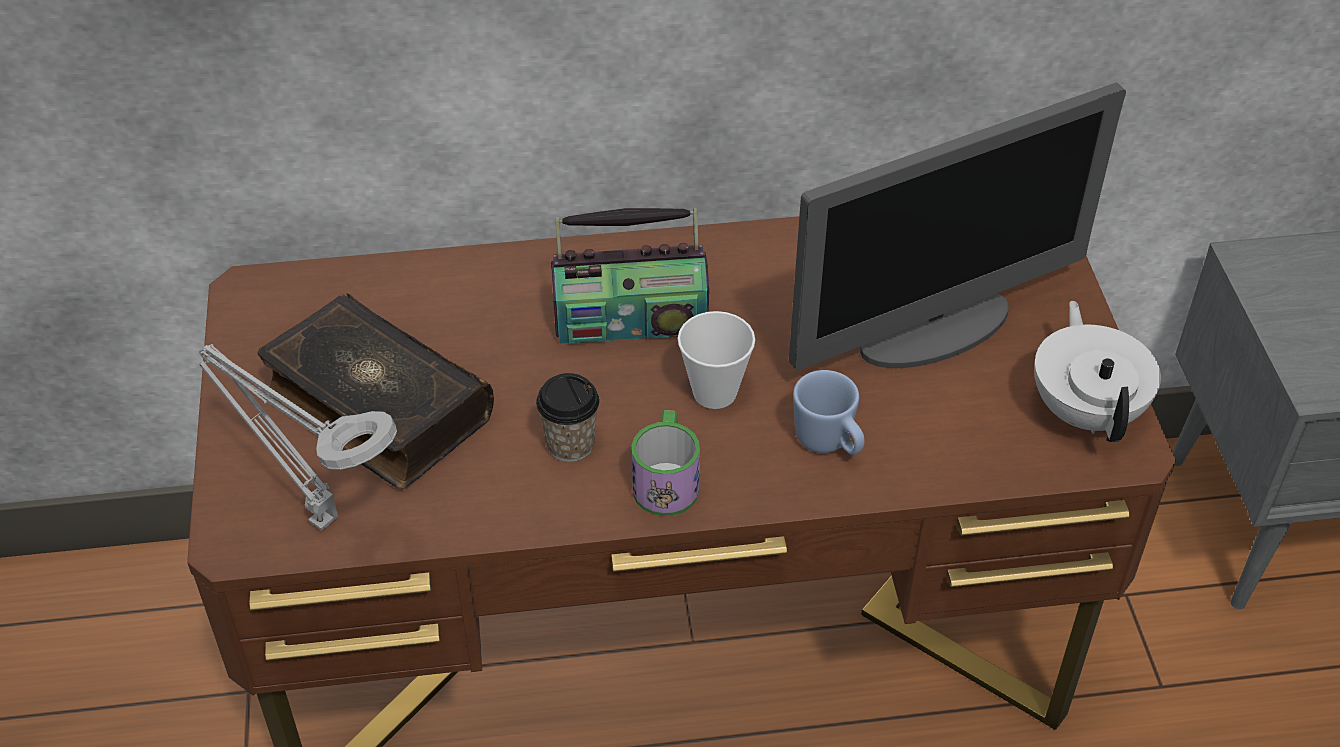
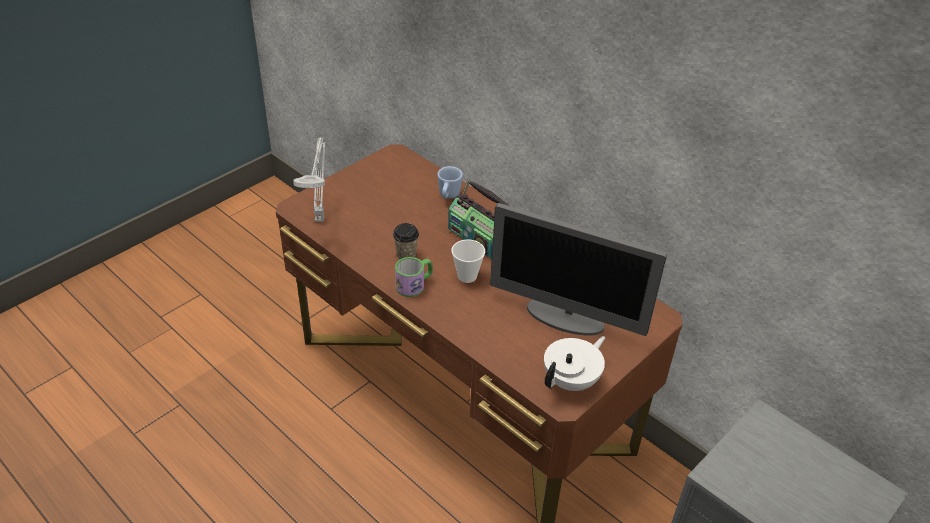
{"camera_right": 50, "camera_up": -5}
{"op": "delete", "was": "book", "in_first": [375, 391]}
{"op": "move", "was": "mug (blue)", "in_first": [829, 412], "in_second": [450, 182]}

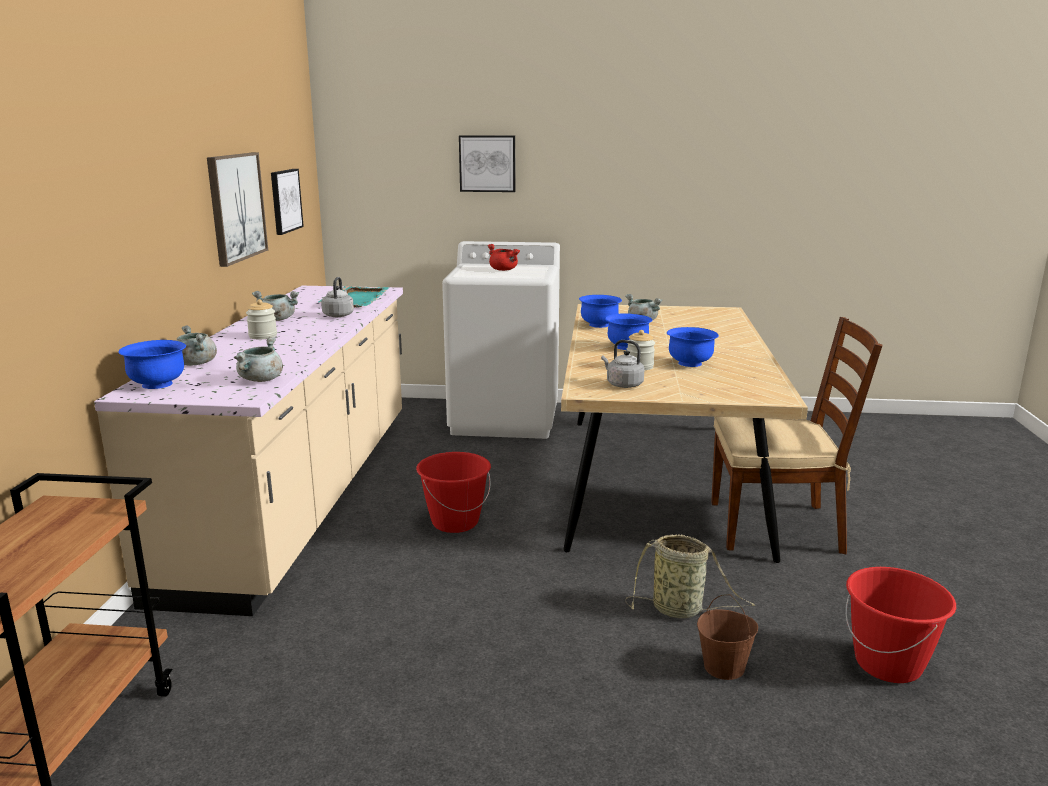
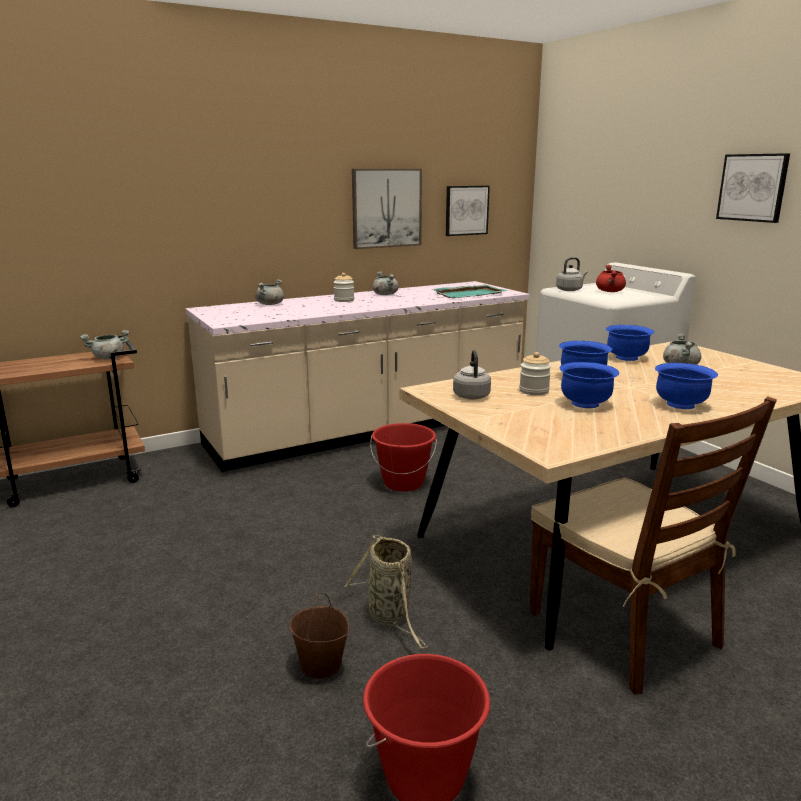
{"camera_right": 55, "camera_up": 0}
{"op": "move", "was": "bowl (blue)", "in_first": [152, 364], "in_second": [686, 386]}
{"op": "move", "was": "cooking pot (grey)", "in_first": [258, 359], "in_second": [104, 344]}
{"op": "move", "was": "kettle (grey)", "in_first": [337, 297], "in_second": [572, 274]}
{"op": "move", "was": "picture", "in_first": [487, 163], "in_second": [753, 188]}

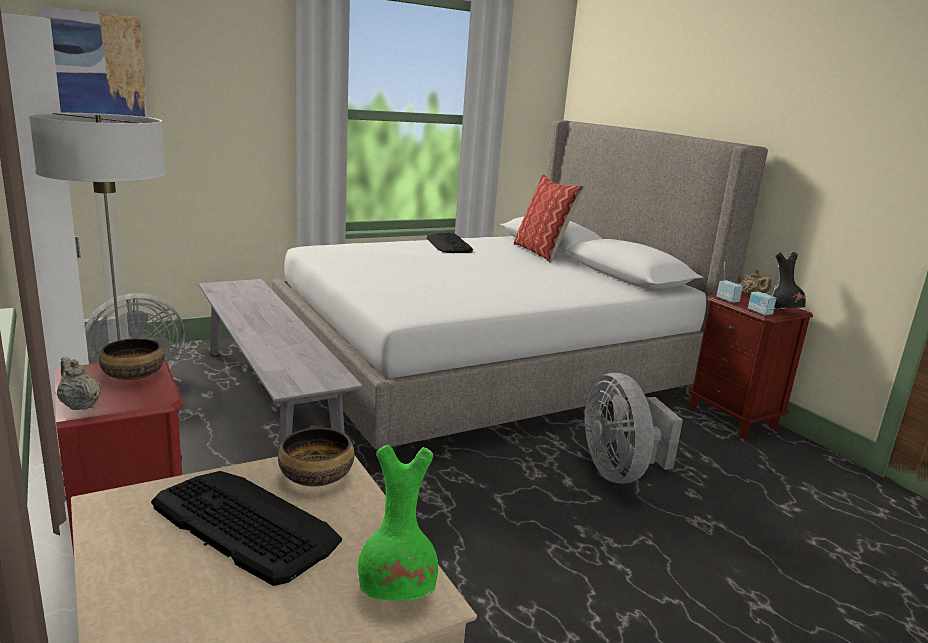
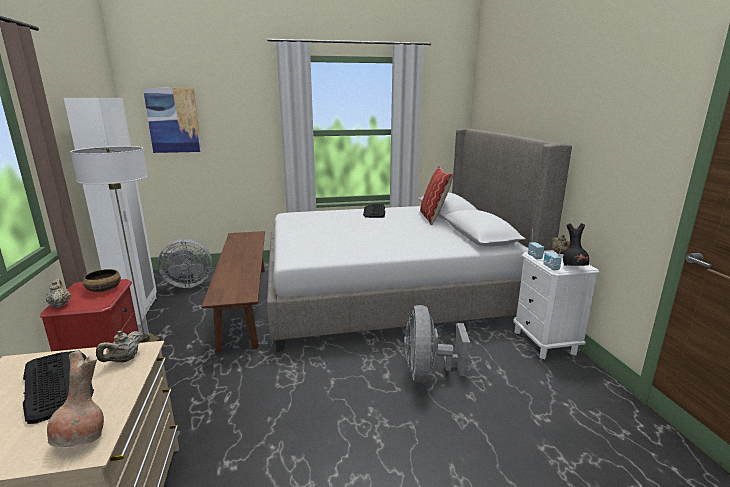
{"camera_right": 20, "camera_up": 0}
{"op": "replace", "was": "bowl", "now": "teapot (beige)", "in_first": [316, 457], "in_second": [120, 347]}
{"op": "recolor", "was": "bench (grey)", "now": "bench (brown)", "in_first": [280, 366], "in_second": [233, 292]}
{"op": "recolor", "was": "vase (green)", "now": "vase (brown)", "in_first": [398, 522], "in_second": [75, 399]}
{"op": "recolor", "was": "nightstand (brown)", "now": "nightstand (white)", "in_first": [750, 364], "in_second": [556, 304]}

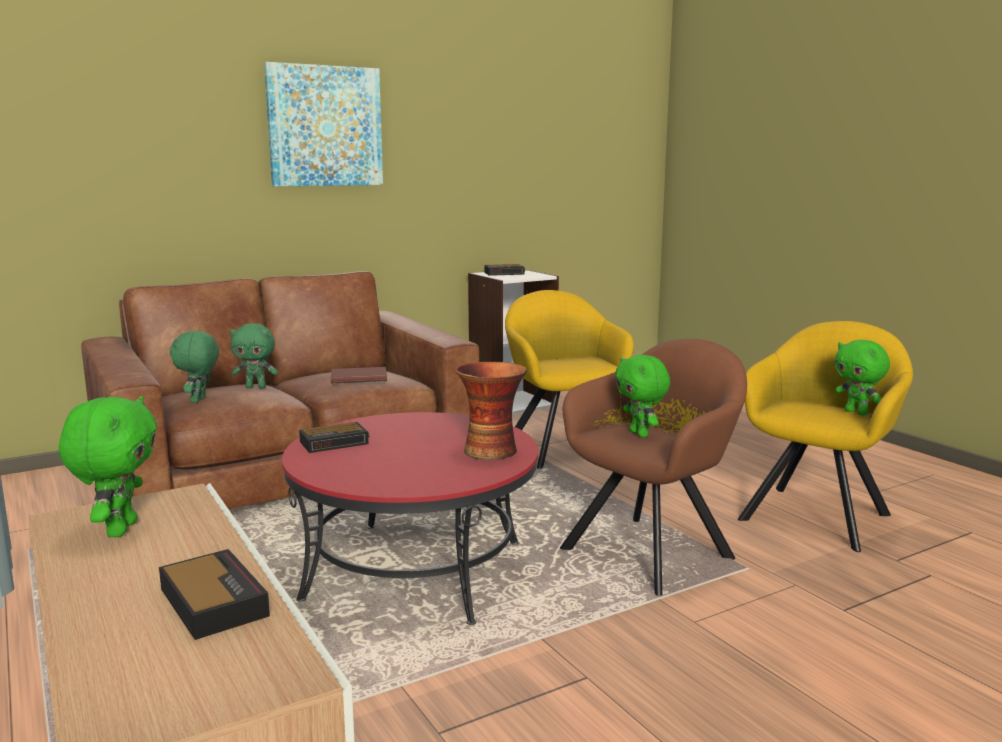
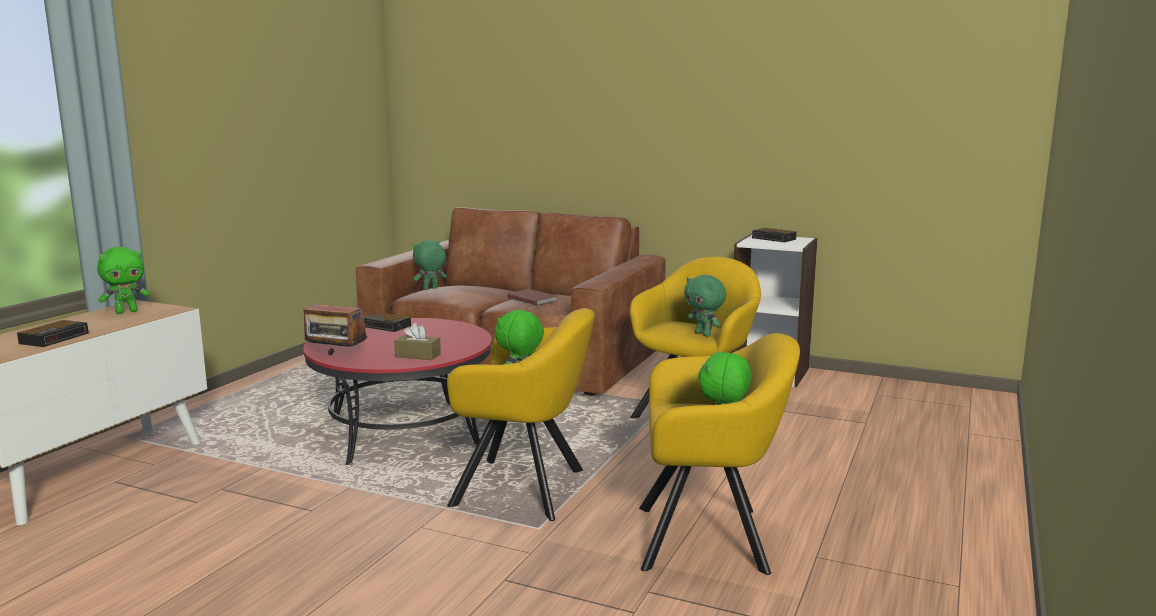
{"camera_right": 55, "camera_up": 0}
{"op": "delete", "was": "picture", "in_first": [323, 124]}
{"op": "insert", "now": "radio", "in_second": [335, 324]}
{"op": "move", "was": "plush toy (green)", "in_first": [254, 355], "in_second": [705, 306]}
{"op": "replace", "was": "vase", "now": "tissue box (brown)", "in_first": [491, 411], "in_second": [417, 341]}
{"op": "recolor", "was": "armchair (brown)", "now": "armchair (yellow)", "in_first": [653, 467], "in_second": [521, 414]}

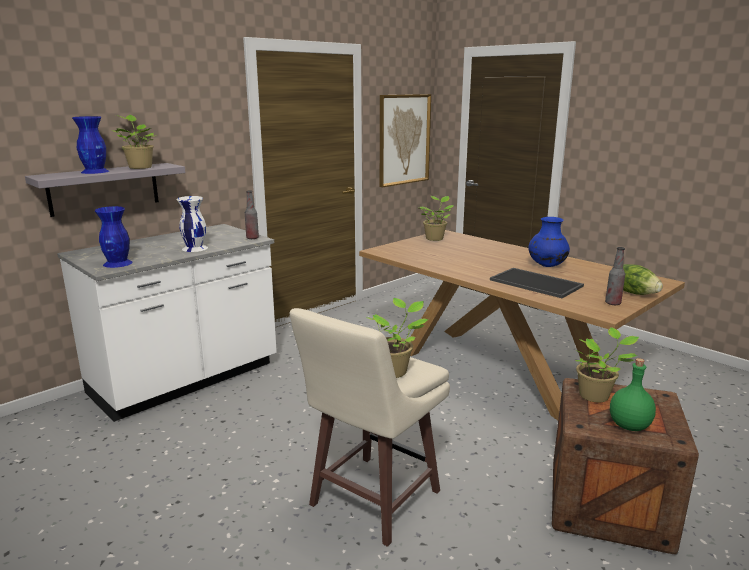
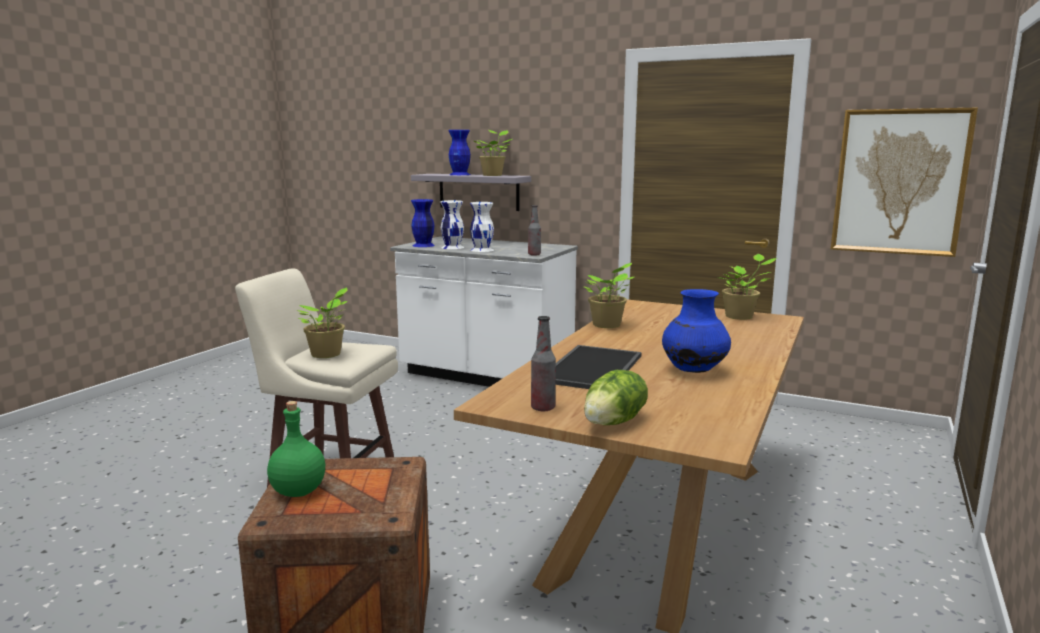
{"camera_right": 70, "camera_up": -5}
{"op": "insert", "now": "vase (white)", "in_second": [452, 224]}
{"op": "move", "was": "potted plant", "in_first": [607, 365], "in_second": [609, 295]}

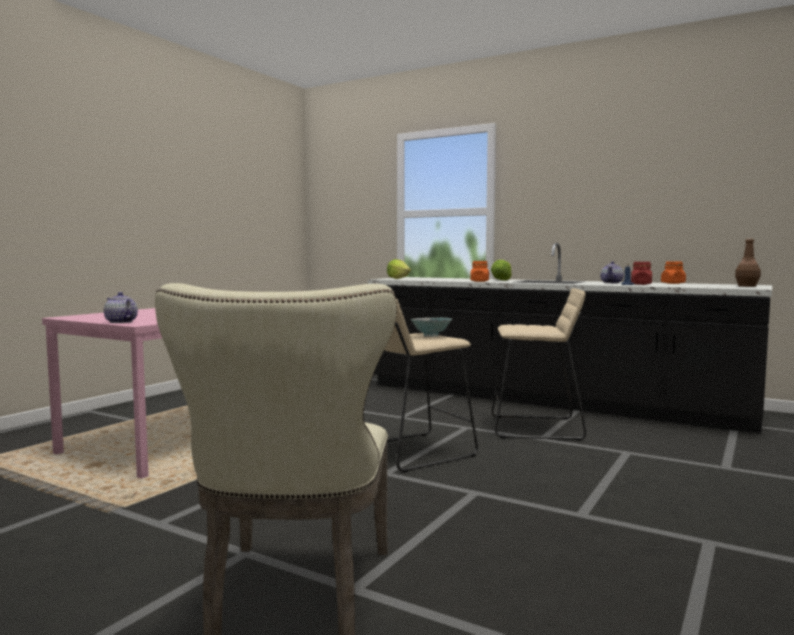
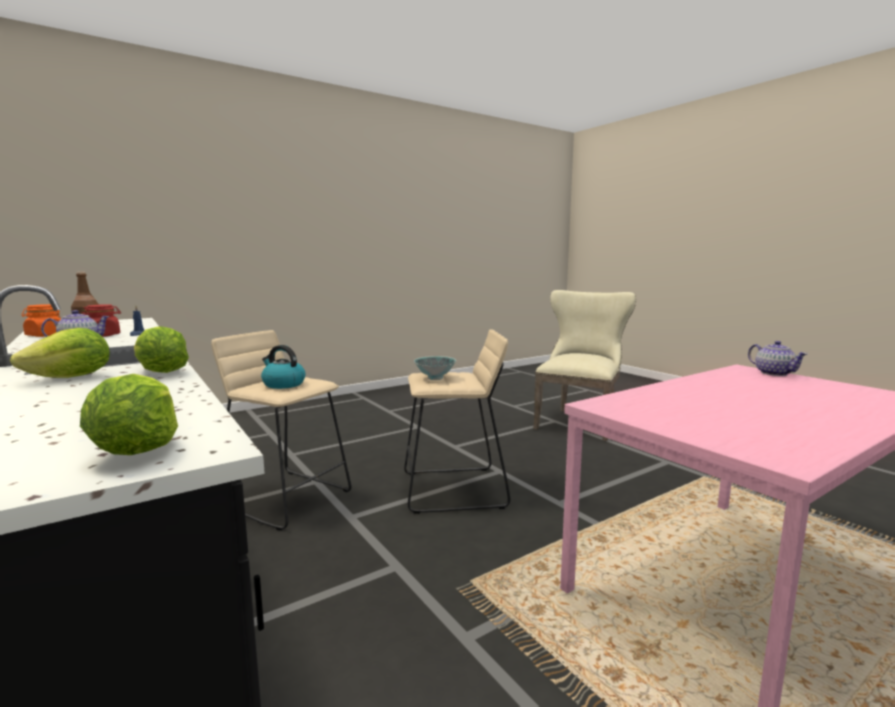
{"camera_right": -155, "camera_up": 5}
{"op": "insert", "now": "kettle", "in_second": [283, 367]}
{"op": "replace", "was": "jar (orange)", "now": "lettuce", "in_first": [479, 271], "in_second": [161, 349]}

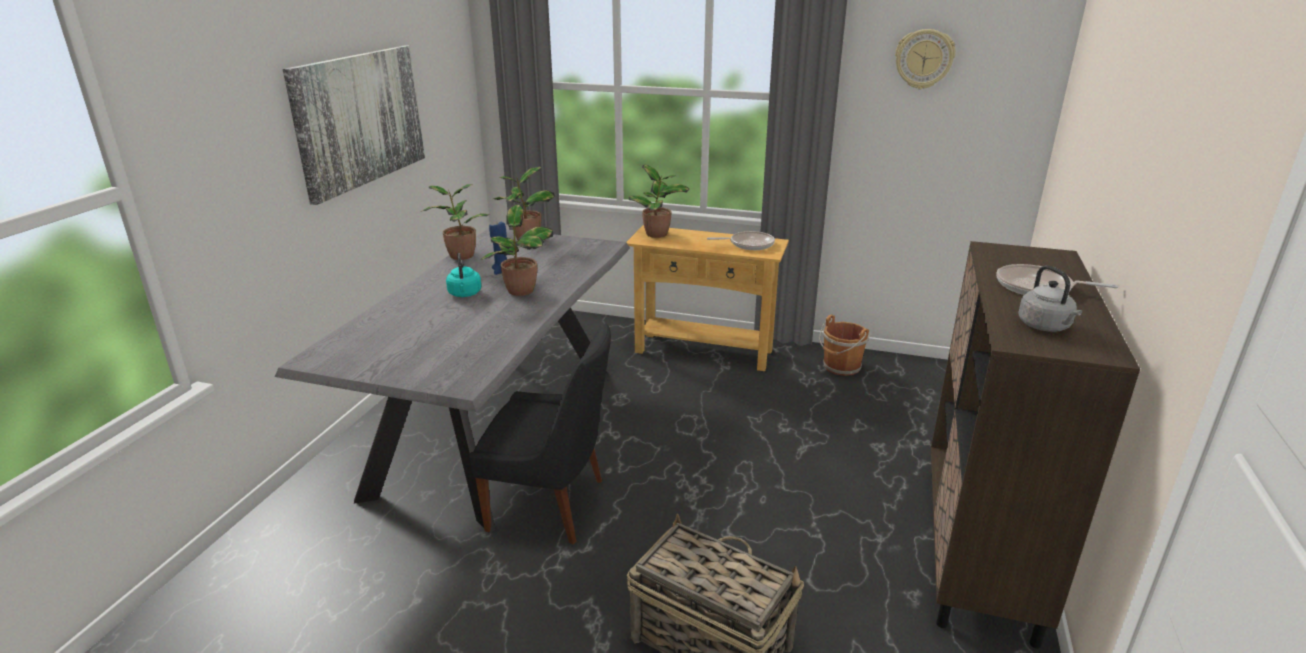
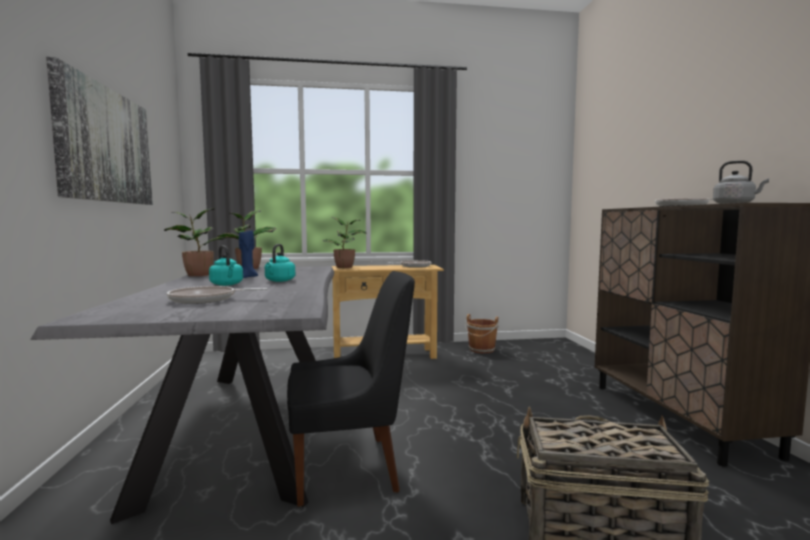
{"camera_right": -25, "camera_up": -20}
{"op": "delete", "was": "wall clock", "in_first": [925, 59]}
{"op": "insert", "now": "frying pan", "in_second": [217, 295]}
{"op": "replace", "was": "potted plant", "now": "kettle (turquoise)", "in_first": [517, 250], "in_second": [280, 263]}

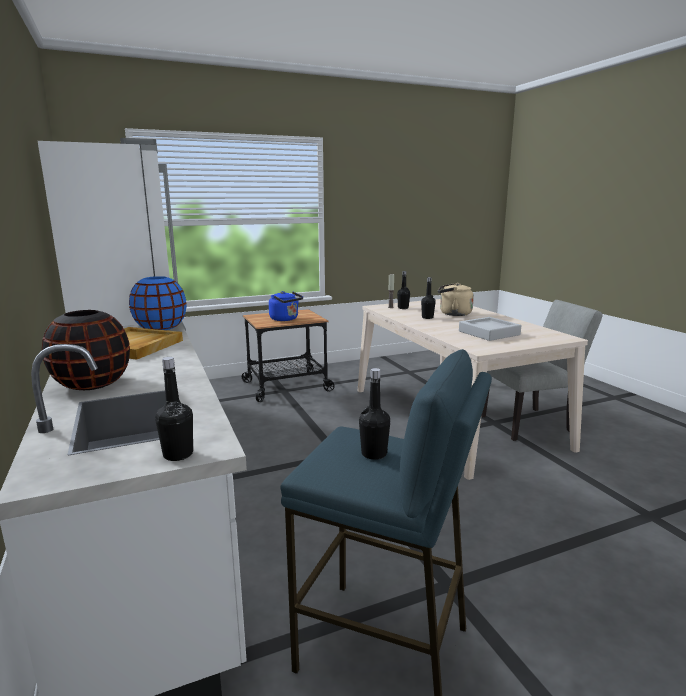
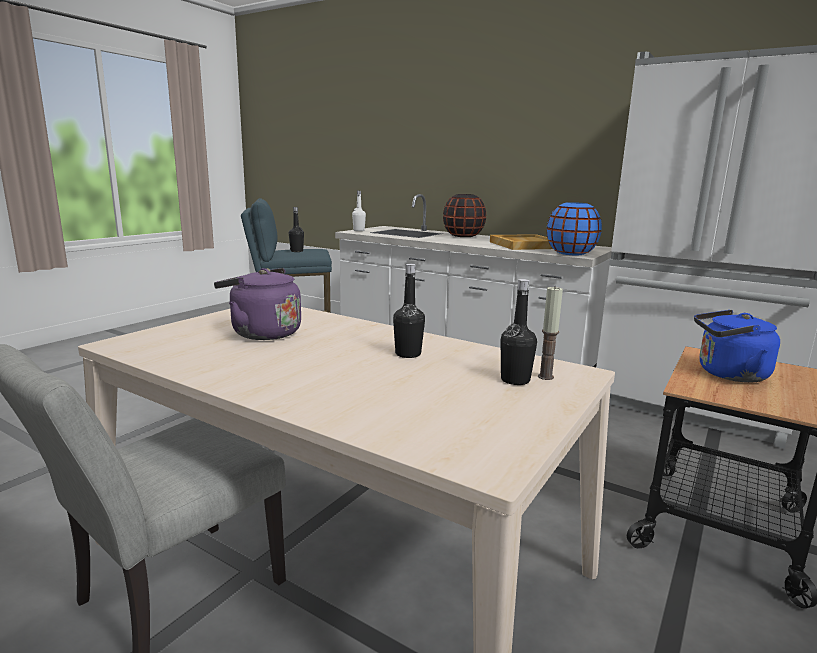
{"camera_right": 145, "camera_up": 0}
{"op": "delete", "was": "kettle (beige)", "in_first": [456, 299]}
{"op": "replace", "was": "tray (grey)", "now": "kettle (purple)", "in_first": [490, 329], "in_second": [257, 304]}
{"op": "recolor", "was": "bottle (black)", "now": "bottle (white)", "in_first": [174, 409], "in_second": [359, 211]}

